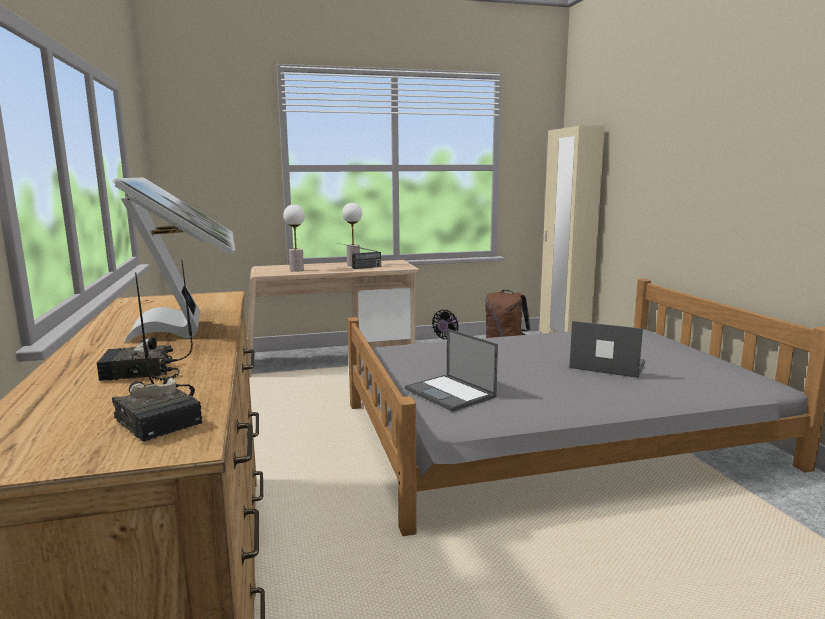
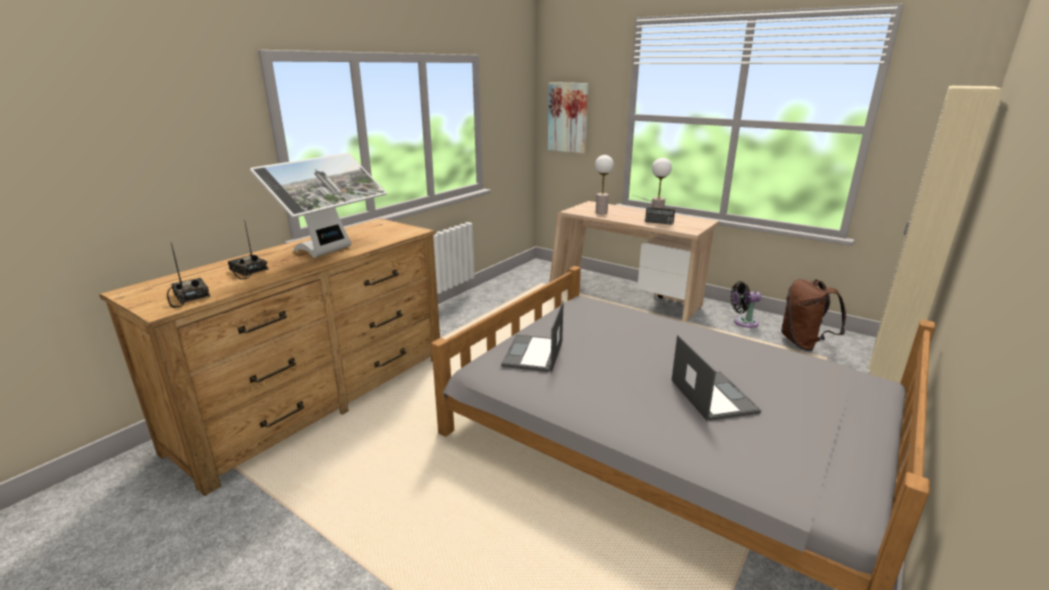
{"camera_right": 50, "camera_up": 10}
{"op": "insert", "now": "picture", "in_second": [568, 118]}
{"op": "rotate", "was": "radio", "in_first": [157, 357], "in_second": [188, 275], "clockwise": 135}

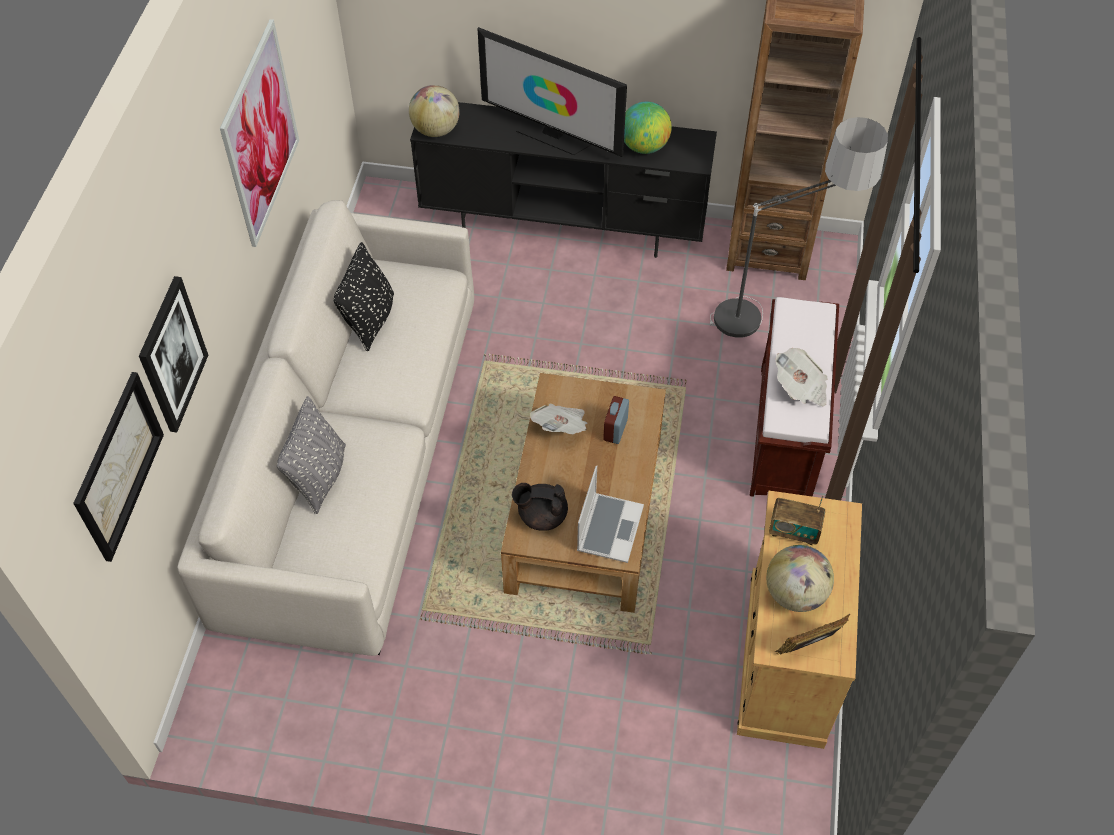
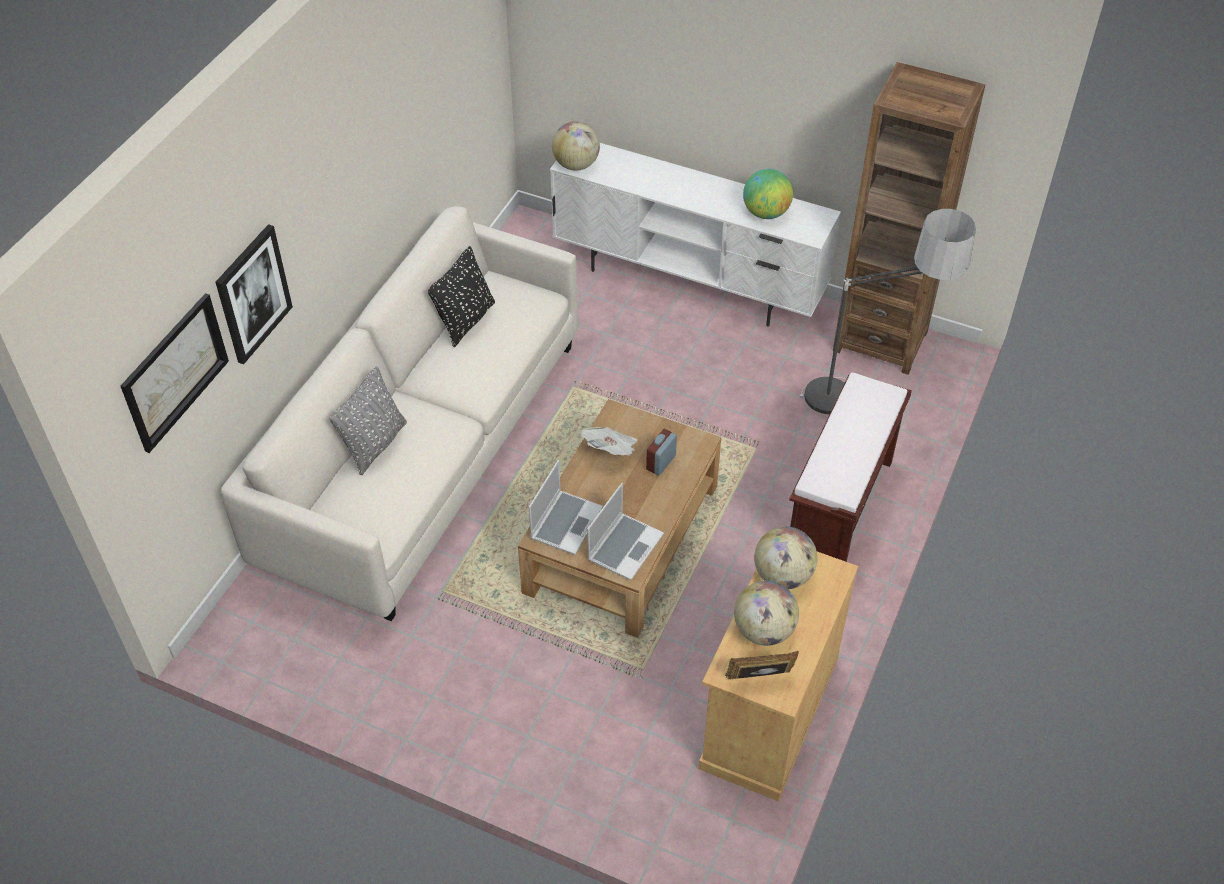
{"camera_right": 15, "camera_up": -5}
{"op": "delete", "was": "picture", "in_first": [259, 133]}
{"op": "delete", "was": "television", "in_first": [552, 92]}
{"op": "delete", "was": "newspaper", "in_first": [801, 377]}
{"op": "replace", "was": "teapot (black)", "now": "laptop", "in_first": [540, 507], "in_second": [566, 507]}
{"op": "replace", "was": "radio", "now": "globe", "in_first": [797, 520], "in_second": [785, 557]}
{"op": "recolor", "was": "tv stand (black)", "now": "tv stand (white)", "in_first": [563, 180], "in_second": [695, 235]}

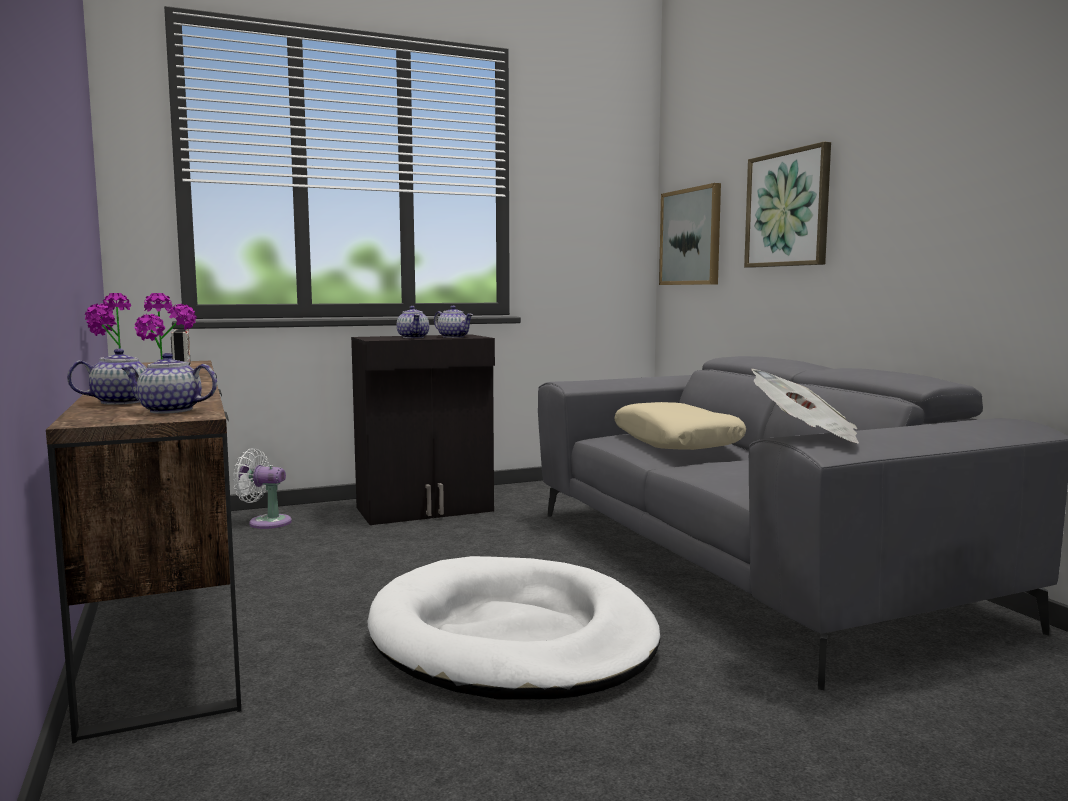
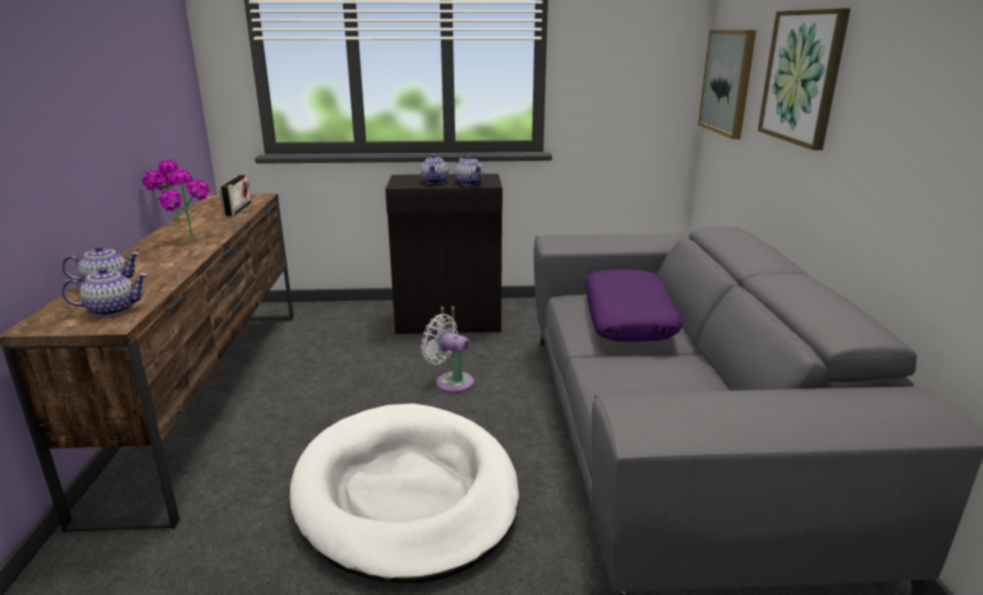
{"camera_right": 20, "camera_up": 15}
{"op": "delete", "was": "newspaper", "in_first": [805, 406]}
{"op": "move", "was": "fan (white)", "in_first": [262, 488], "in_second": [447, 353]}
{"op": "recolor", "was": "pillow (beige)", "now": "pillow (purple)", "in_first": [680, 426], "in_second": [633, 305]}
{"op": "rotate", "was": "teapot", "in_first": [169, 383], "in_second": [105, 291], "clockwise": 135}

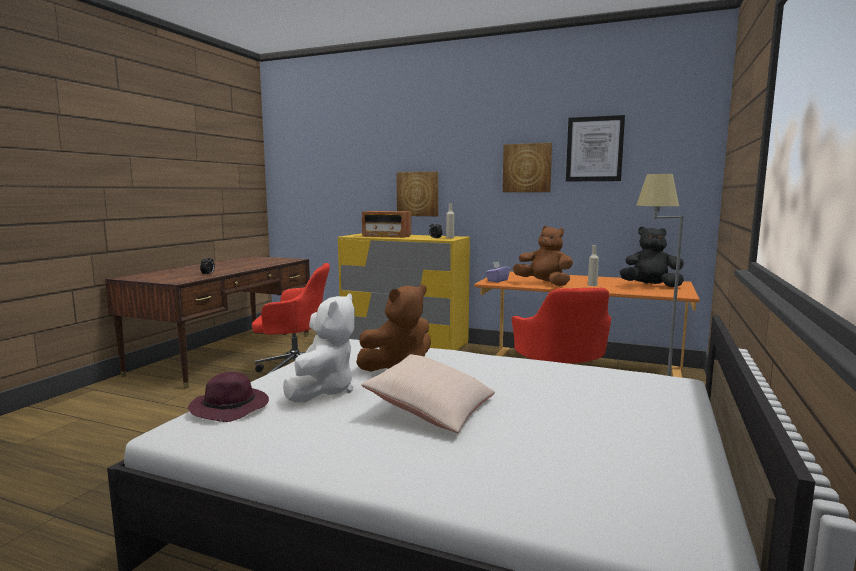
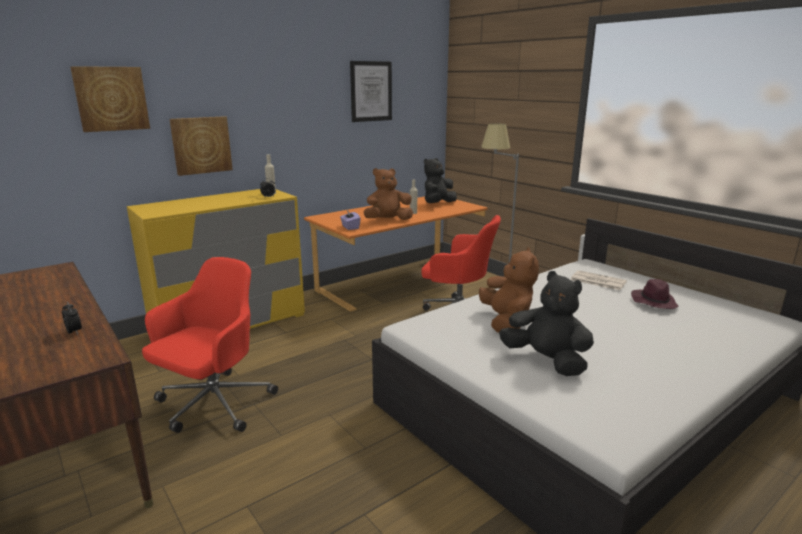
{"camera_right": -60, "camera_up": 10}
{"op": "delete", "was": "pillow (beige)", "in_first": [428, 393]}
{"op": "delete", "was": "radio", "in_first": [386, 224]}
{"op": "insert", "now": "newspaper", "in_second": [599, 280]}
{"op": "move", "was": "hat (purple)", "in_first": [228, 396], "in_second": [655, 294]}
{"op": "move", "was": "picture", "in_first": [527, 167], "in_second": [110, 99]}
{"op": "recolor", "was": "plush toy (white)", "now": "plush toy (black)", "in_first": [319, 348], "in_second": [546, 323]}

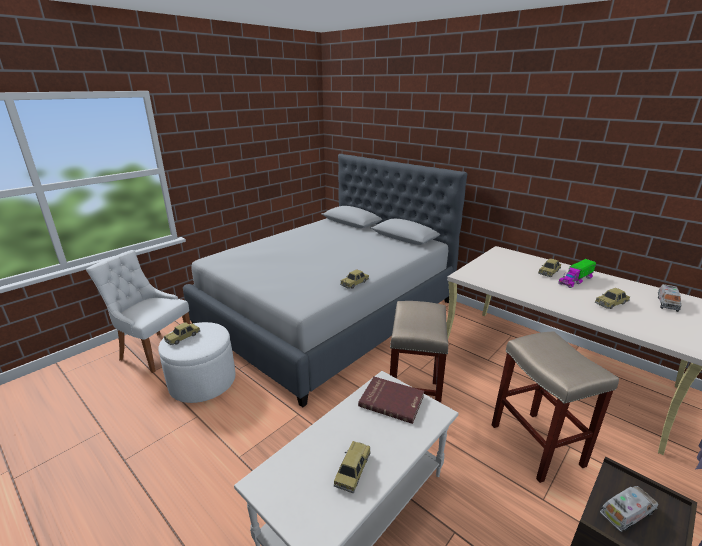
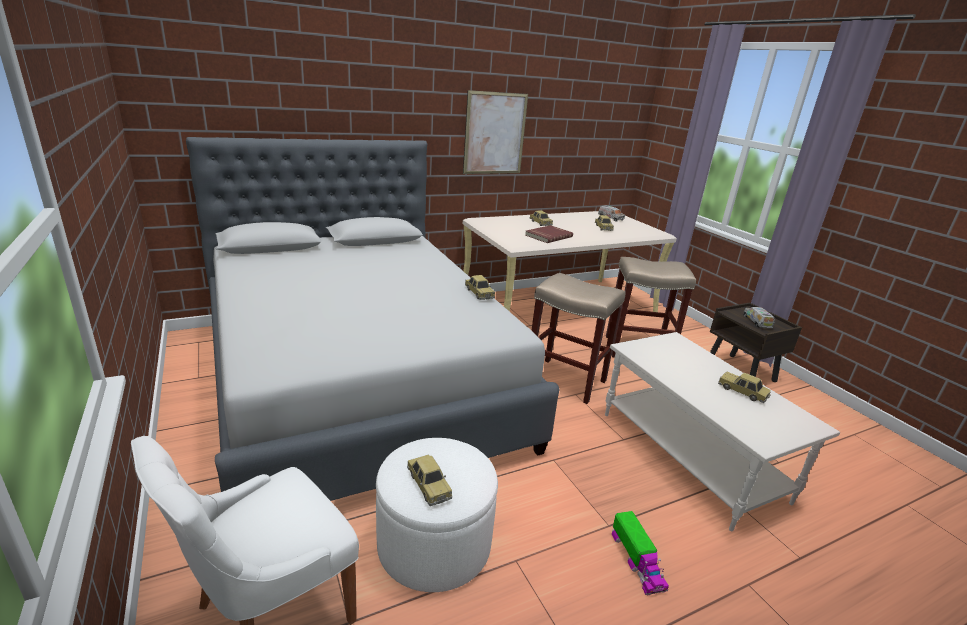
{"camera_right": -70, "camera_up": 0}
{"op": "insert", "now": "picture", "in_second": [495, 132]}
{"op": "move", "was": "book (red)", "in_first": [391, 400], "in_second": [549, 234]}
{"op": "move", "was": "toy truck", "in_first": [577, 273], "in_second": [640, 553]}

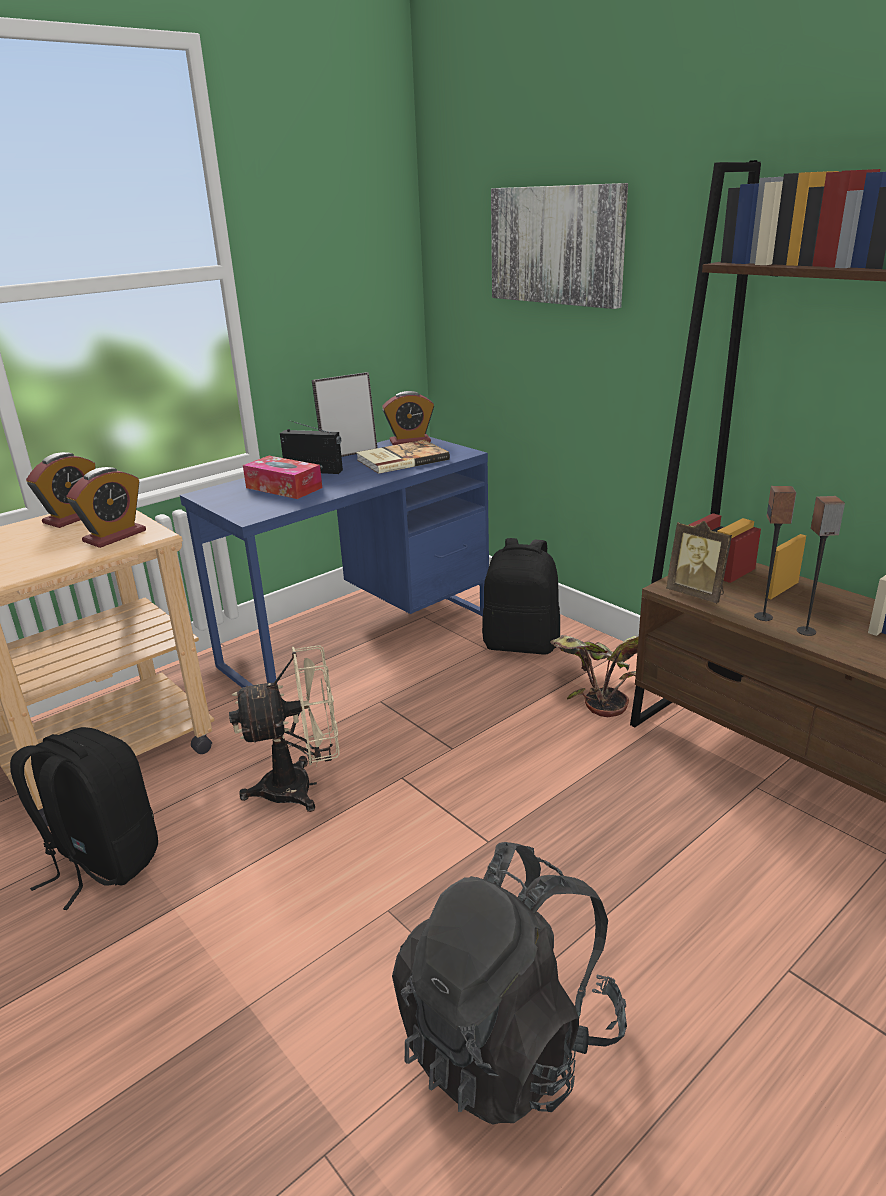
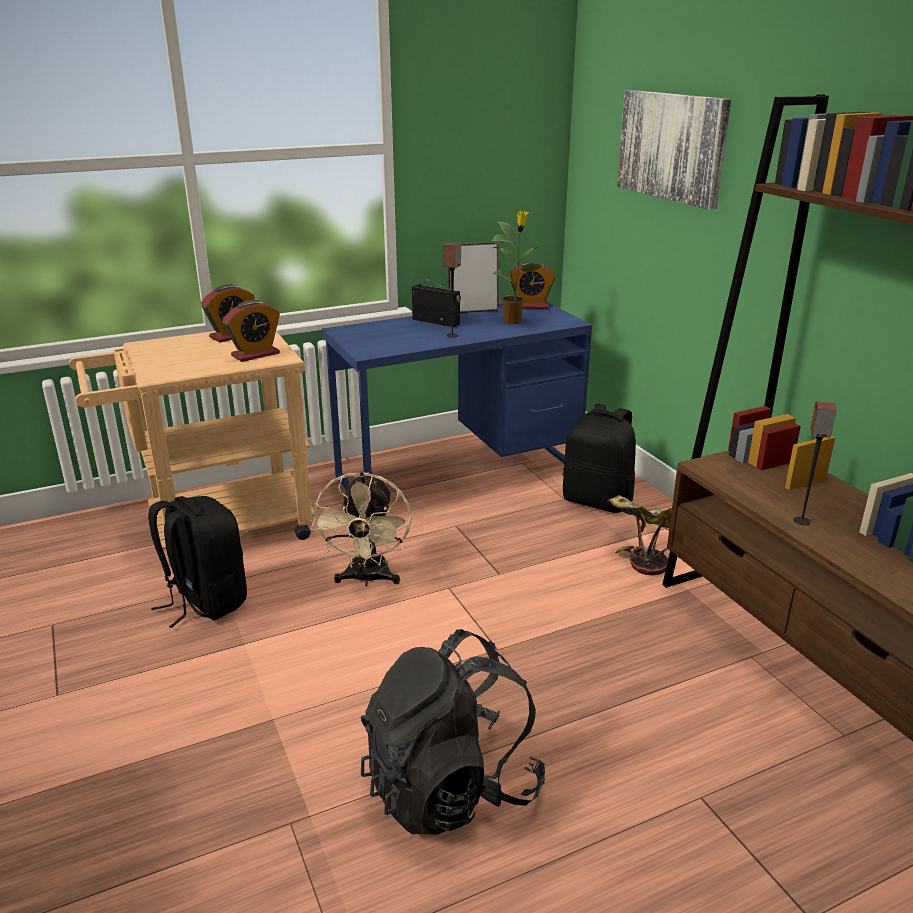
{"camera_right": 15, "camera_up": 0}
{"op": "delete", "was": "tissue box", "in_first": [282, 477]}
{"op": "delete", "was": "picture frame", "in_first": [699, 562]}
{"op": "move", "was": "speaker", "in_first": [775, 553], "in_second": [452, 290]}
{"op": "replace", "was": "book", "now": "potted plant", "in_first": [403, 457], "in_second": [518, 267]}
{"op": "rotate", "was": "fan (beige)", "in_first": [284, 728], "in_second": [361, 529], "clockwise": 90}

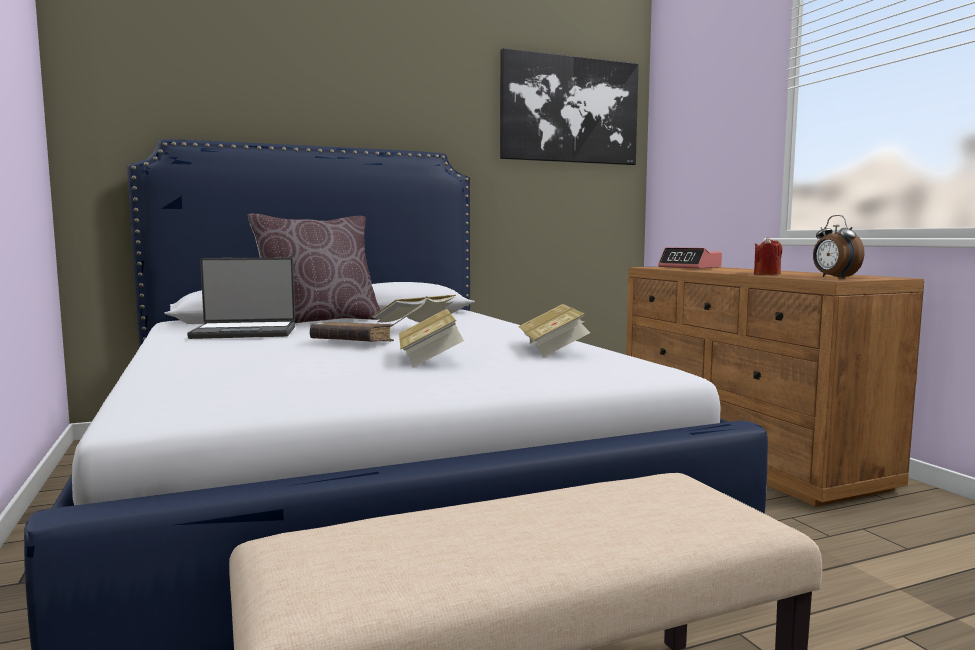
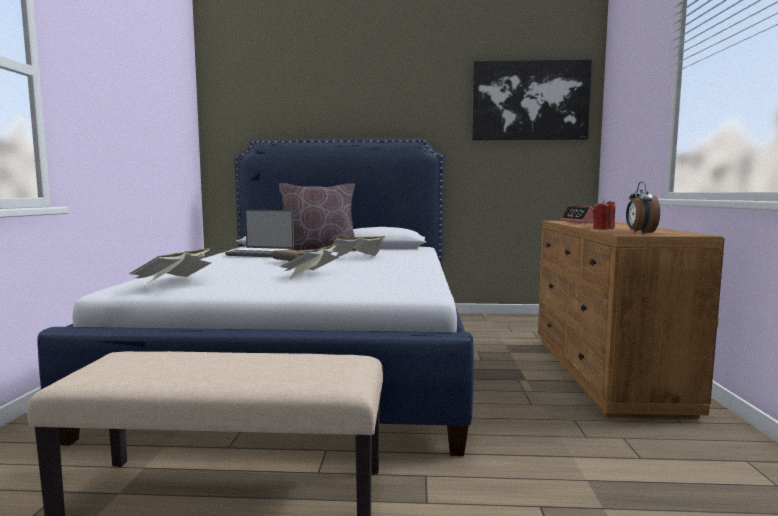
{"camera_right": 25, "camera_up": 0}
{"op": "move", "was": "book", "in_first": [554, 330], "in_second": [170, 267]}

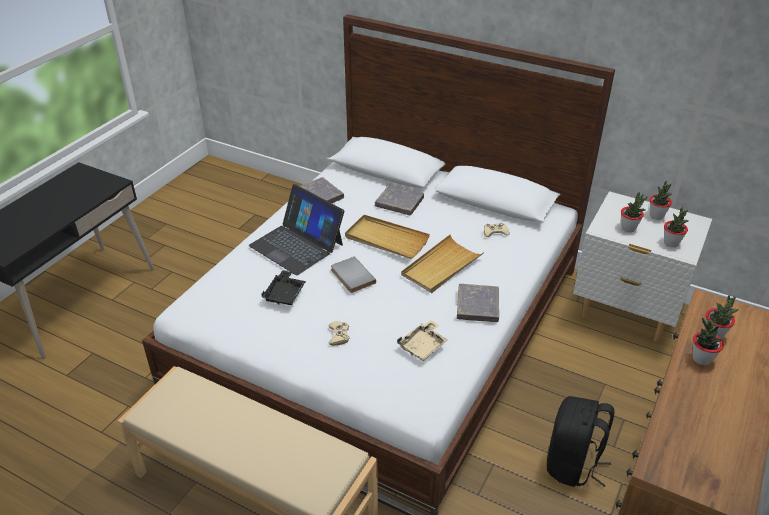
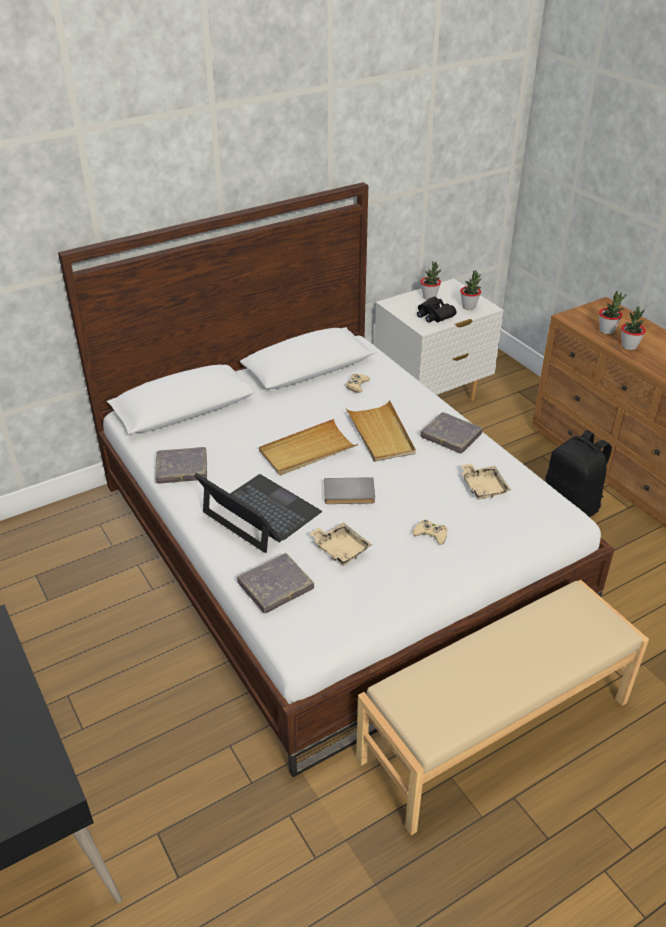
{"camera_right": -60, "camera_up": 0}
{"op": "move", "was": "book (grey)", "in_first": [399, 200], "in_second": [275, 583]}
{"op": "replace", "was": "potted plant", "now": "binoculars (black)", "in_first": [634, 212], "in_second": [436, 310]}
{"op": "recolor", "was": "tray (black)", "now": "tray (beige)", "in_first": [283, 287], "in_second": [340, 544]}
{"op": "rotate", "was": "laptop", "in_first": [296, 229], "in_second": [258, 513], "clockwise": -120}

